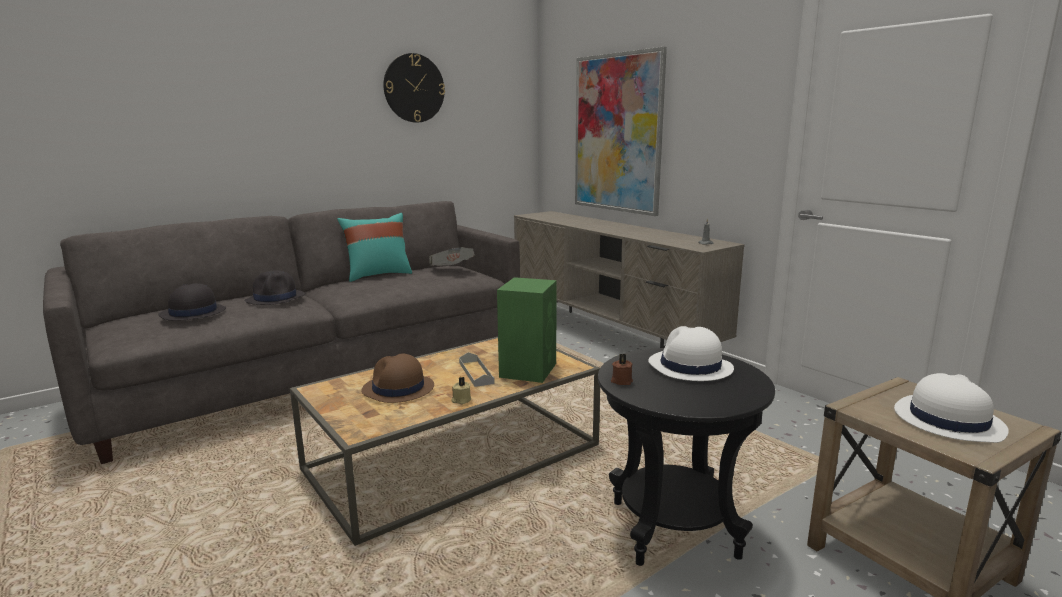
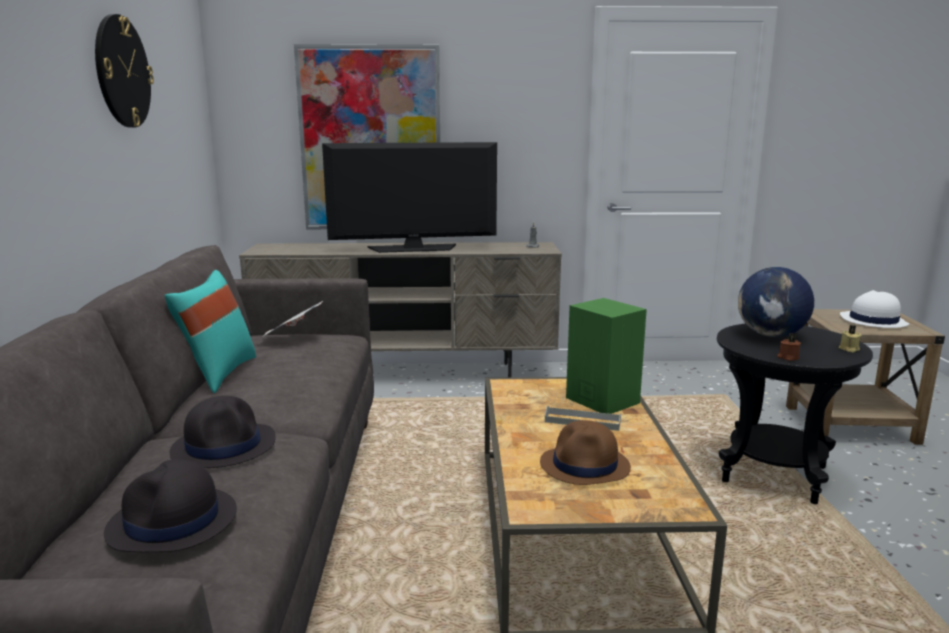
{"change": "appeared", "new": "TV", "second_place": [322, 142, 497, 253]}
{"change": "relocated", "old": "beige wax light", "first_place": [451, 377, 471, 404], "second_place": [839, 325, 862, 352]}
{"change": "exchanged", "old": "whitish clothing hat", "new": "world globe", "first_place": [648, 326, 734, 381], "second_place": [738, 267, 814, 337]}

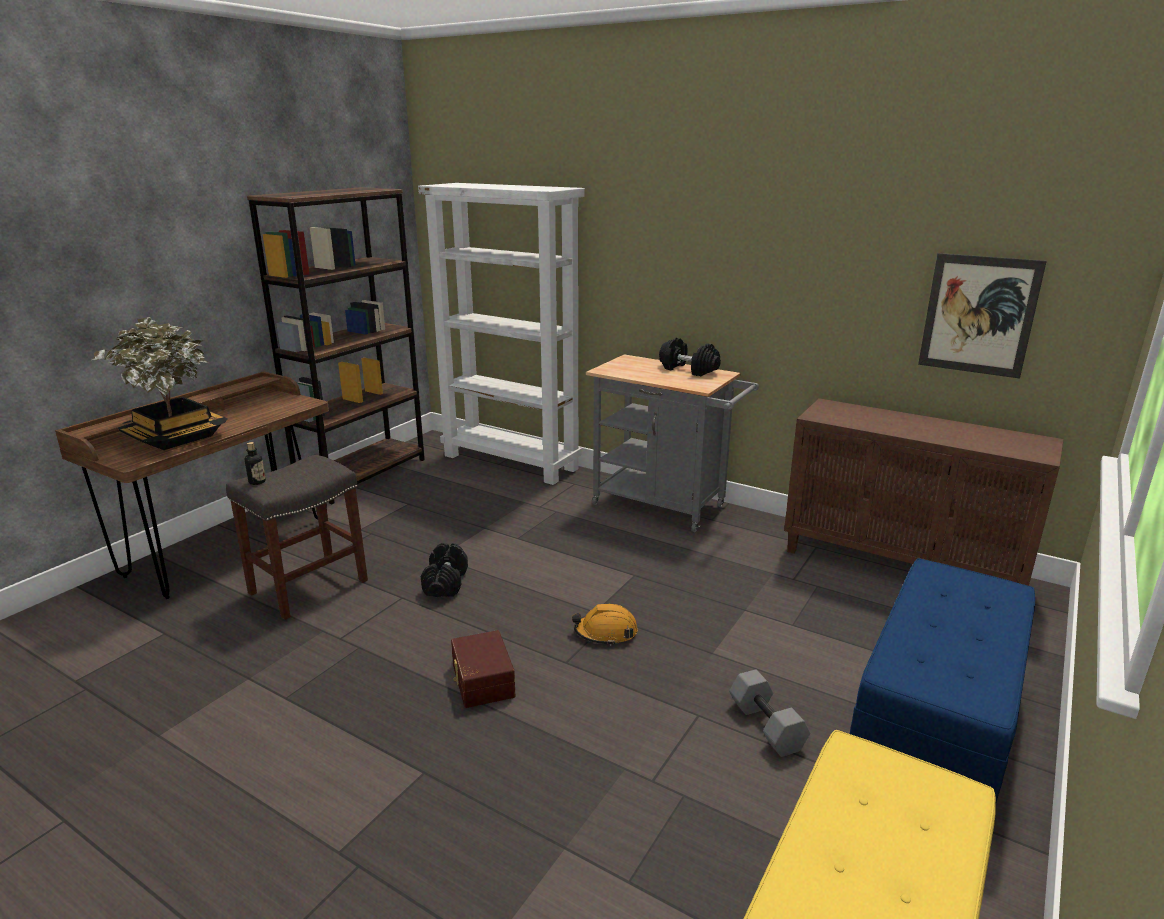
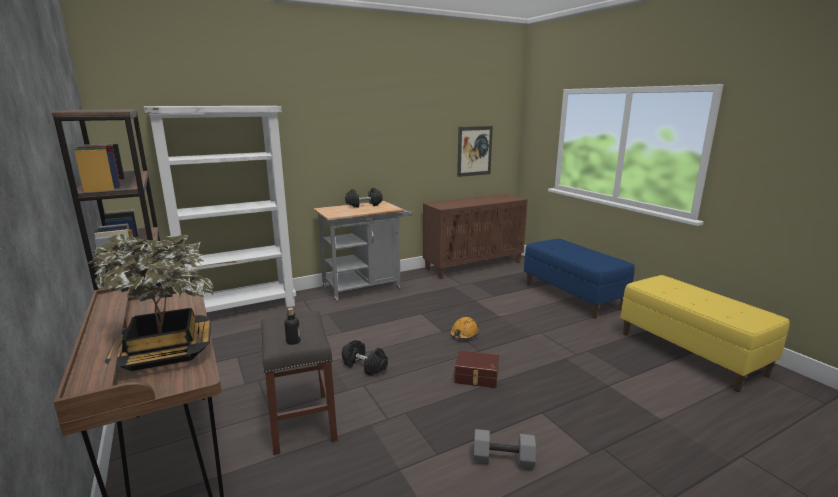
{"change": "relocated", "old": "grey free weight", "first_place": [729, 669, 810, 757], "second_place": [474, 429, 536, 468]}

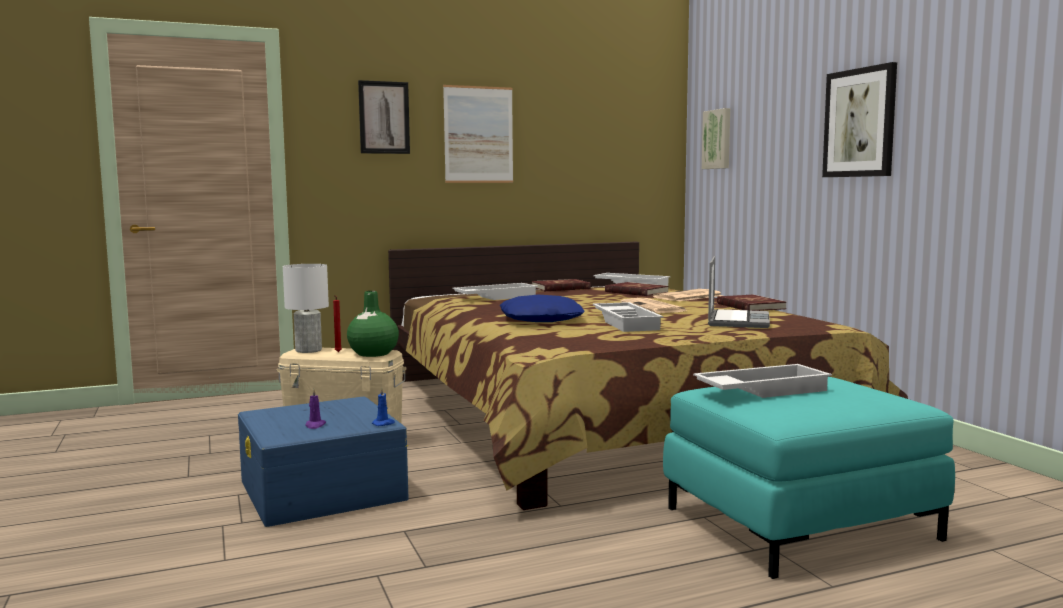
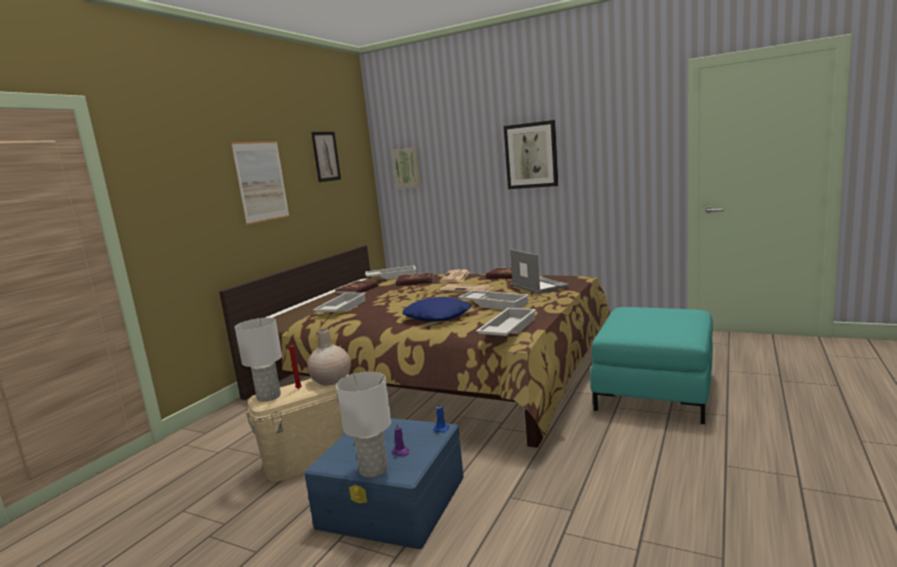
{"change": "appeared", "new": "whitish lamp for a table", "second_place": [336, 372, 391, 478]}
{"change": "relocated", "old": "wall picture", "first_place": [358, 80, 410, 154], "second_place": [311, 132, 341, 182]}
{"change": "relocated", "old": "whitish serving tray", "first_place": [693, 364, 832, 398], "second_place": [476, 308, 536, 336]}
{"change": "colour", "old": "green-coloured decorative vase", "new": "beige decorative vase", "first_place": [347, 291, 399, 357], "second_place": [307, 329, 351, 385]}

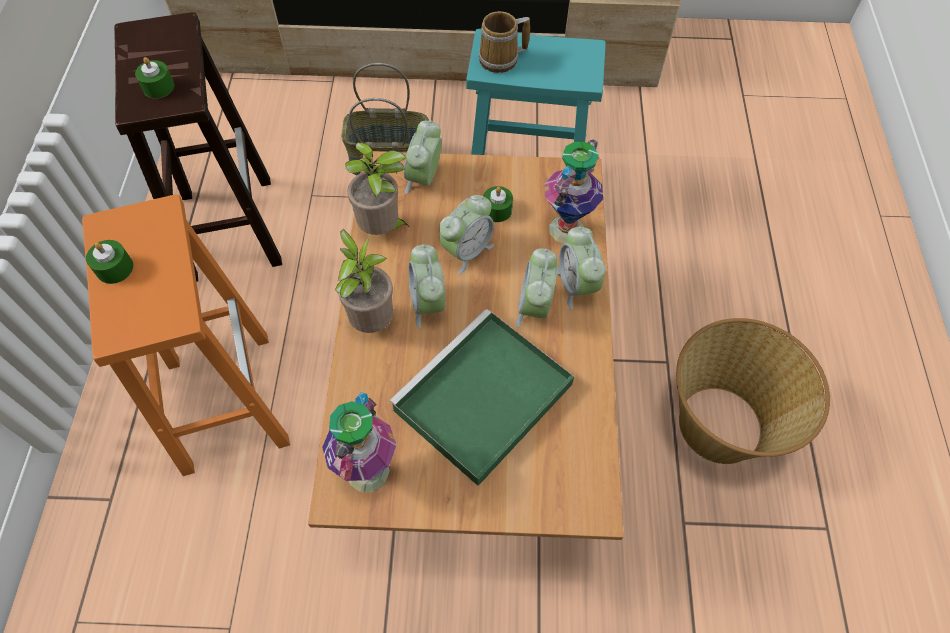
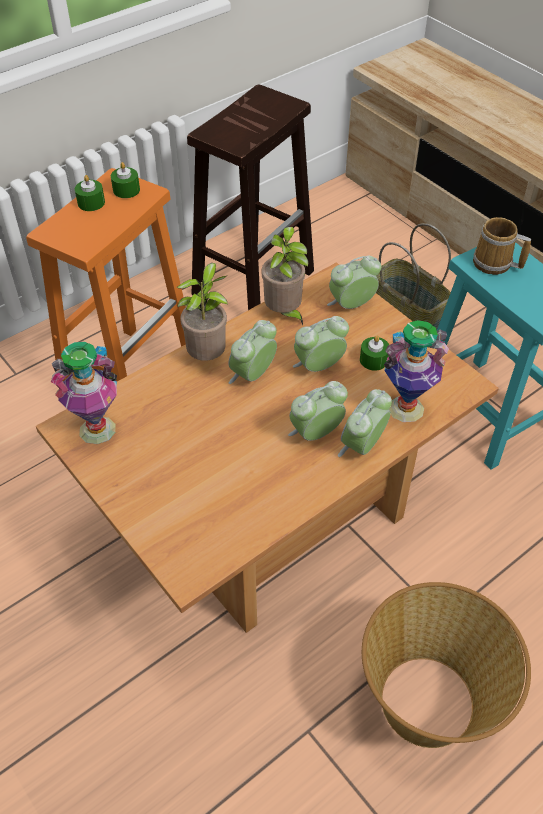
{"change": "missing", "old": "green-coloured serving tray", "first_place": [389, 309, 574, 486]}
{"change": "relocated", "old": "green-coloured wax light", "first_place": [135, 57, 174, 98], "second_place": [111, 162, 140, 198]}
{"change": "spun", "old": "table clock", "first_place": [439, 195, 494, 274], "second_place": [293, 316, 349, 372], "degrees": 150}

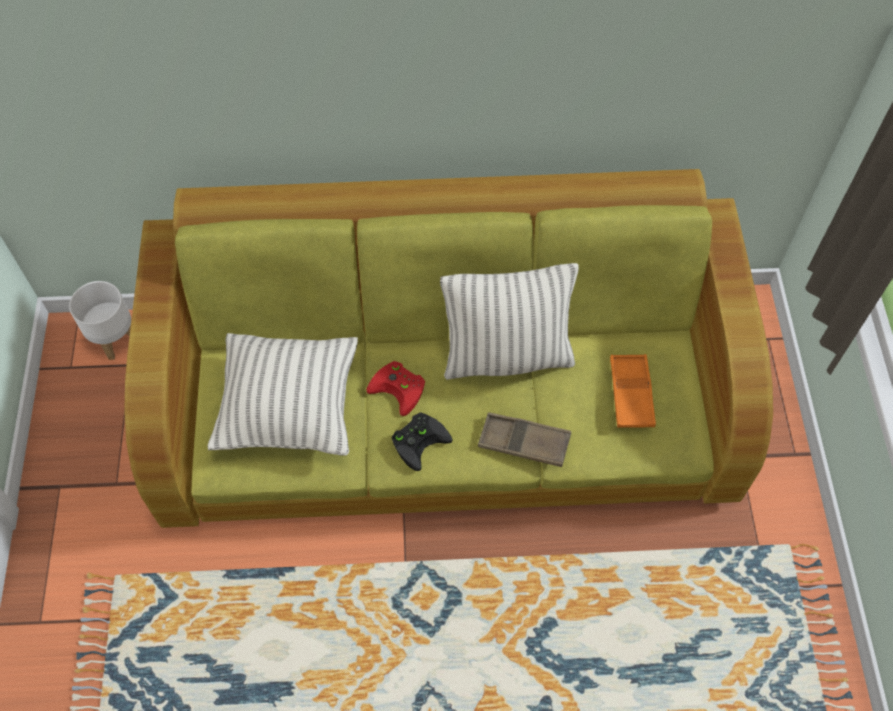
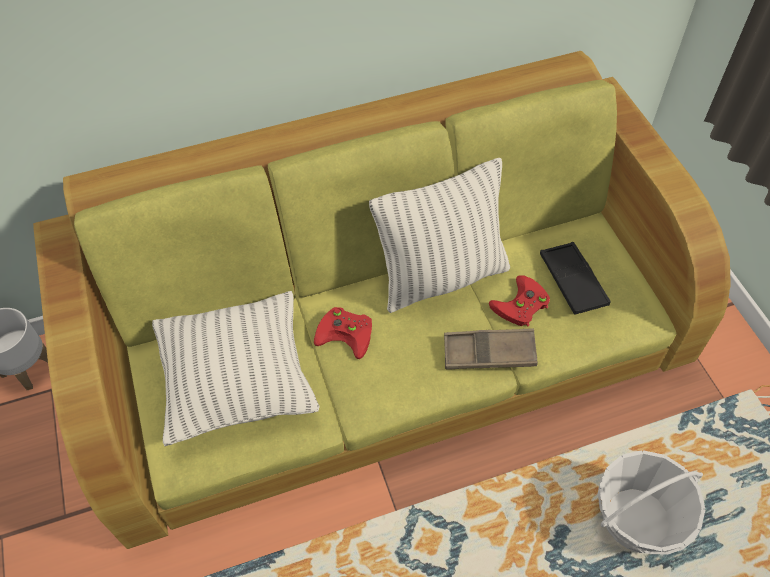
{"change": "missing", "old": "blackish joypad", "first_place": [392, 412, 452, 471]}
{"change": "appeared", "new": "red joypad", "second_place": [489, 275, 550, 327]}
{"change": "appeared", "new": "household basket", "second_place": [598, 450, 705, 555]}
{"change": "colour", "old": "orange serving tray", "new": "blackish serving tray", "first_place": [610, 354, 656, 428], "second_place": [540, 242, 611, 315]}

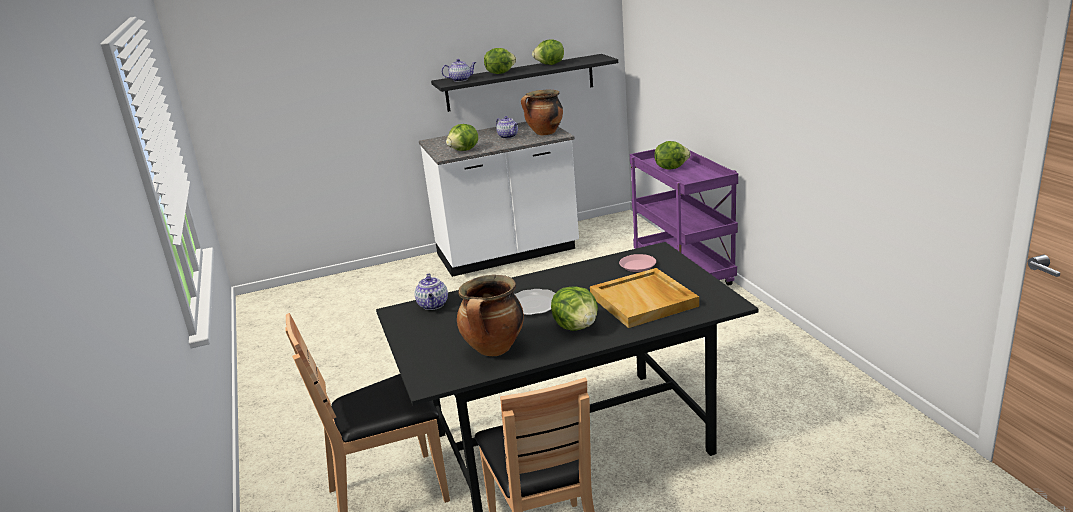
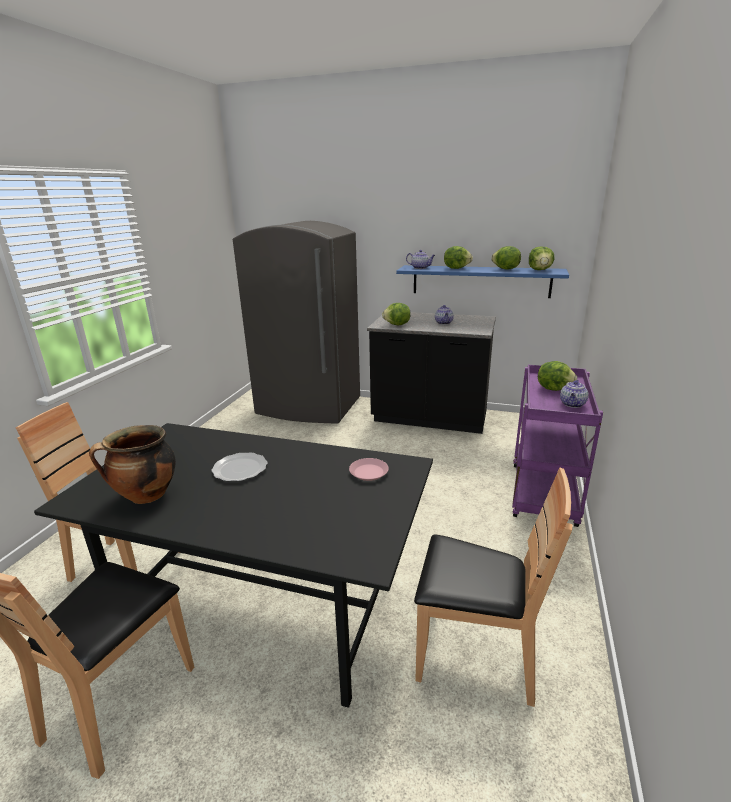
{"change": "missing", "old": "stockpot", "first_place": [521, 90, 563, 135]}
{"change": "missing", "old": "beige serving tray", "first_place": [590, 268, 699, 328]}
{"change": "appeared", "new": "grey fridge", "second_place": [233, 221, 360, 424]}
{"change": "appeared", "new": "brownish upright chair", "second_place": [414, 468, 572, 707]}
{"change": "relocated", "old": "teapot", "first_place": [414, 273, 448, 310], "second_place": [560, 380, 589, 408]}
{"change": "relocated", "old": "lettuce head", "first_place": [551, 286, 598, 331], "second_place": [529, 246, 554, 270]}
{"change": "colour", "old": "whitish counter", "new": "blackish counter", "first_place": [419, 122, 579, 277], "second_place": [367, 312, 496, 434]}
{"change": "colour", "old": "blackish wall shelf", "new": "blue wall shelf", "first_place": [431, 54, 618, 112], "second_place": [396, 265, 569, 298]}

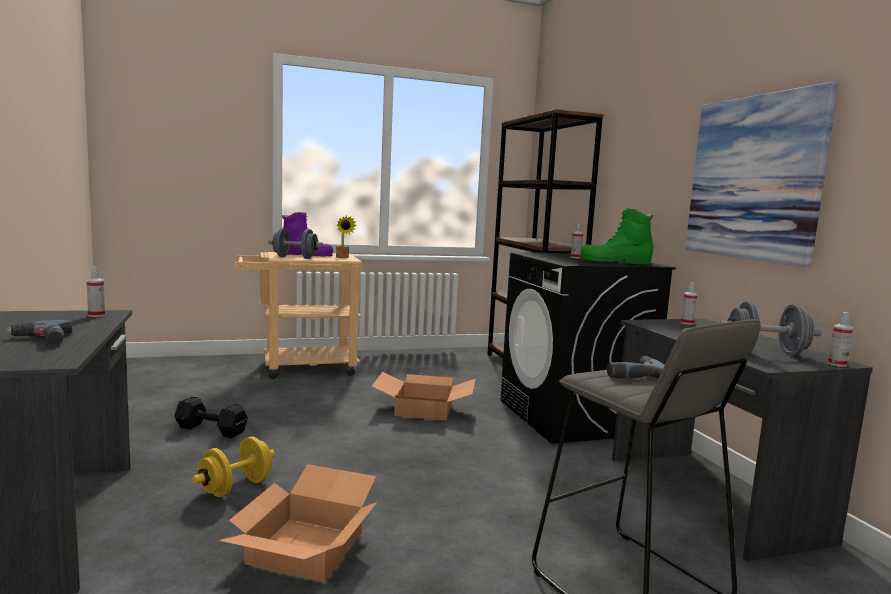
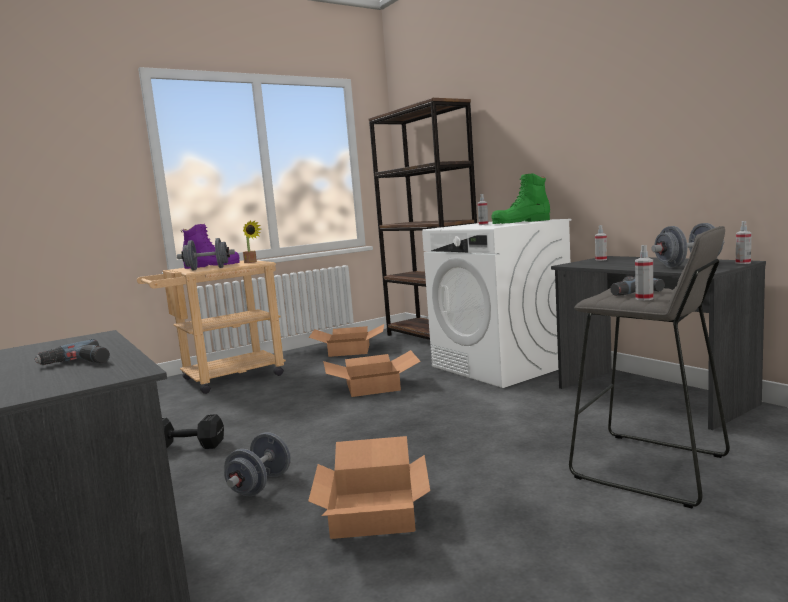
{"change": "missing", "old": "wall picture", "first_place": [685, 82, 839, 267]}
{"change": "appeared", "new": "cardboard box", "second_place": [309, 324, 384, 357]}
{"change": "relocated", "old": "hand sprayer", "first_place": [87, 267, 105, 317], "second_place": [635, 245, 653, 300]}
{"change": "colour", "old": "yellowish free weight", "new": "grey free weight", "first_place": [192, 436, 275, 497], "second_place": [224, 432, 291, 496]}
{"change": "colour", "old": "blackish washing machine", "new": "whitish washing machine", "first_place": [500, 252, 676, 444], "second_place": [422, 219, 572, 388]}

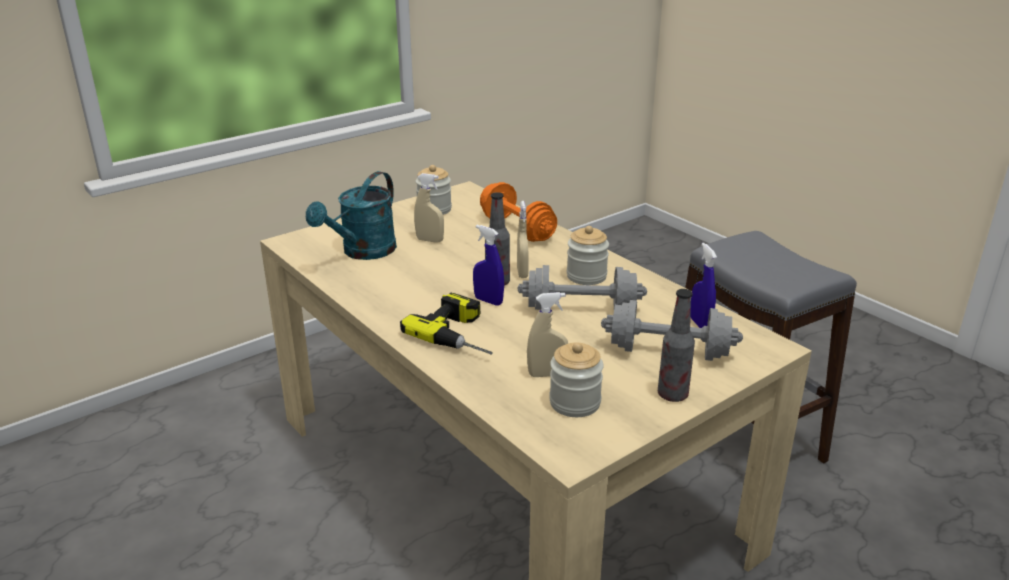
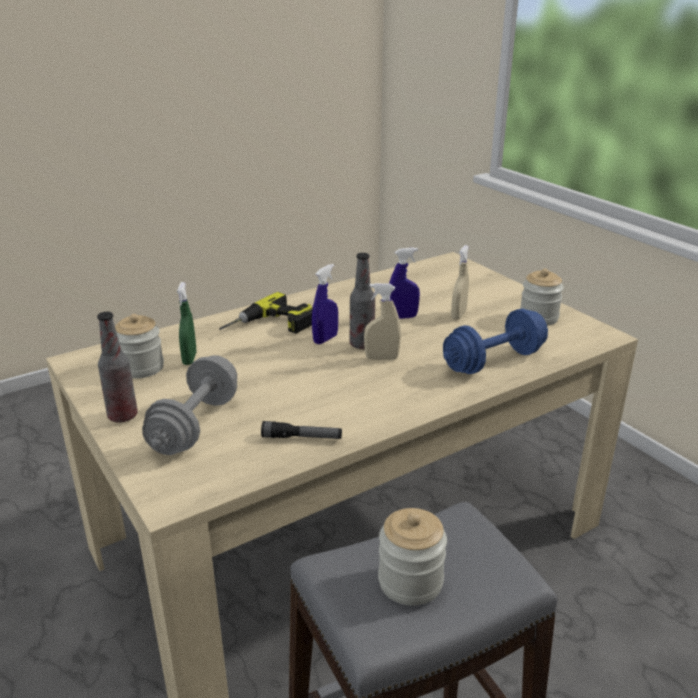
{"change": "missing", "old": "blue-green watering can", "first_place": [306, 171, 397, 260]}
{"change": "missing", "old": "grey free weight", "first_place": [517, 265, 647, 310]}
{"change": "appeared", "new": "torch", "second_place": [261, 421, 342, 439]}
{"change": "relocated", "old": "preserve jar", "first_place": [567, 226, 609, 285], "second_place": [378, 508, 447, 606]}
{"change": "relocated", "old": "blue hand sprayer", "first_place": [690, 243, 717, 328], "second_place": [389, 248, 420, 319]}
{"change": "colour", "old": "orange free weight", "new": "blue free weight", "first_place": [480, 182, 557, 242], "second_place": [443, 309, 548, 374]}
{"change": "colour", "old": "beige hand sprayer", "new": "green-coloured hand sprayer", "first_place": [527, 292, 568, 377], "second_place": [177, 282, 196, 365]}

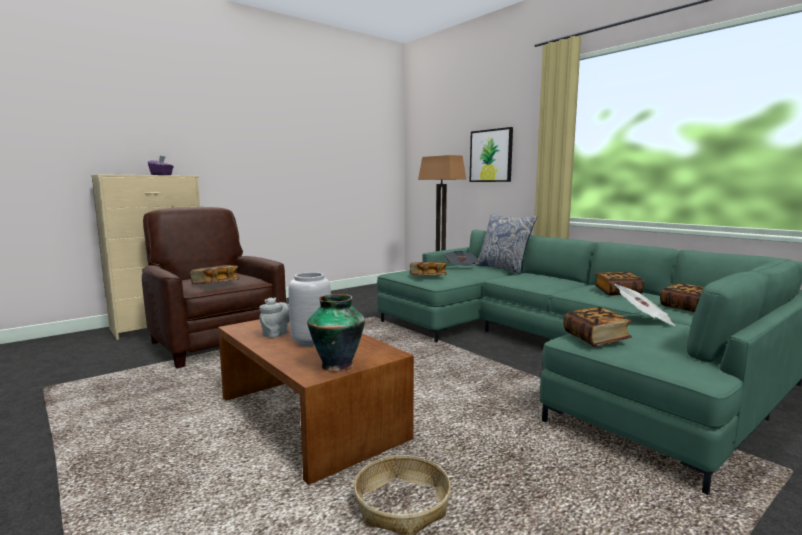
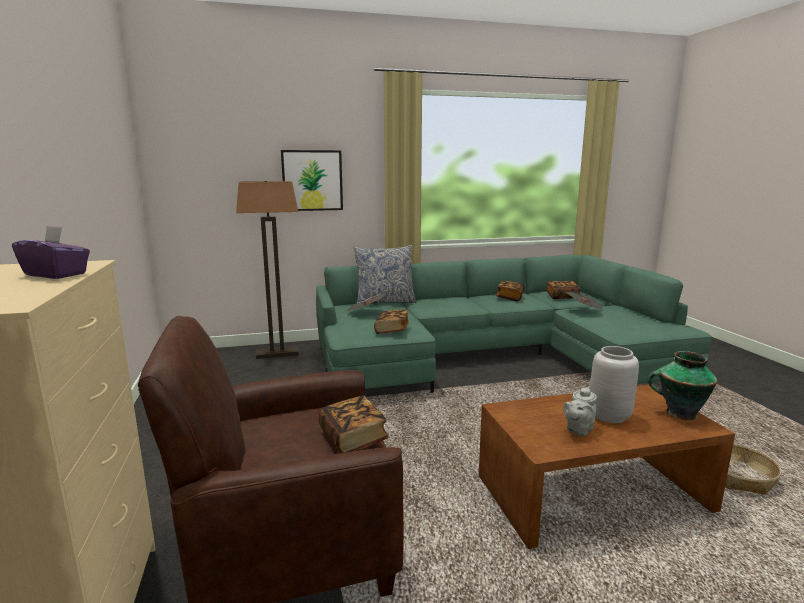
{"change": "missing", "old": "book", "first_place": [563, 307, 632, 346]}
{"change": "spun", "old": "grey teapot", "first_place": [259, 297, 290, 338], "second_place": [563, 386, 597, 436], "degrees": -105}

